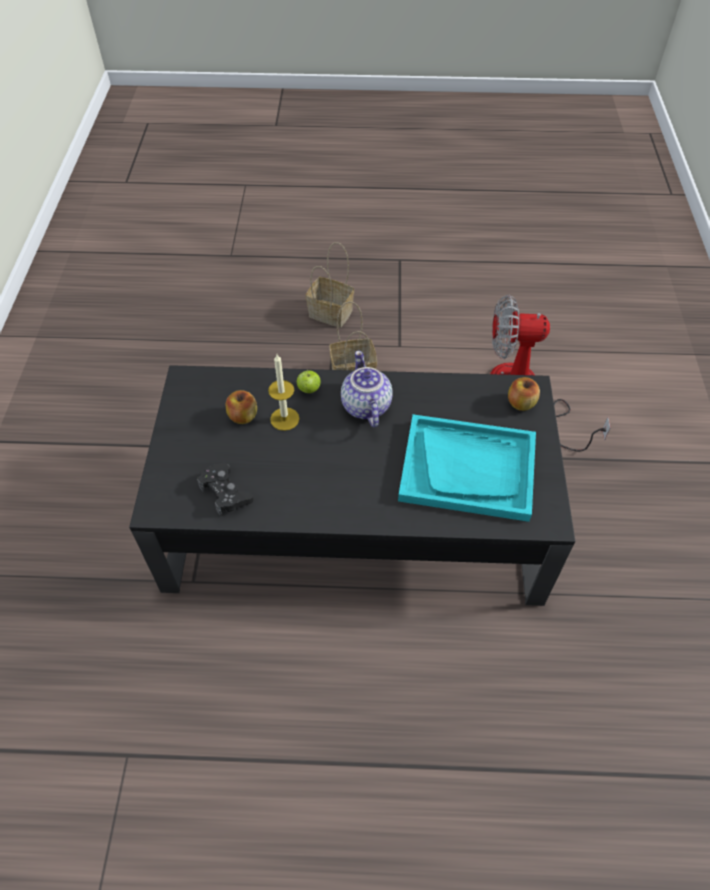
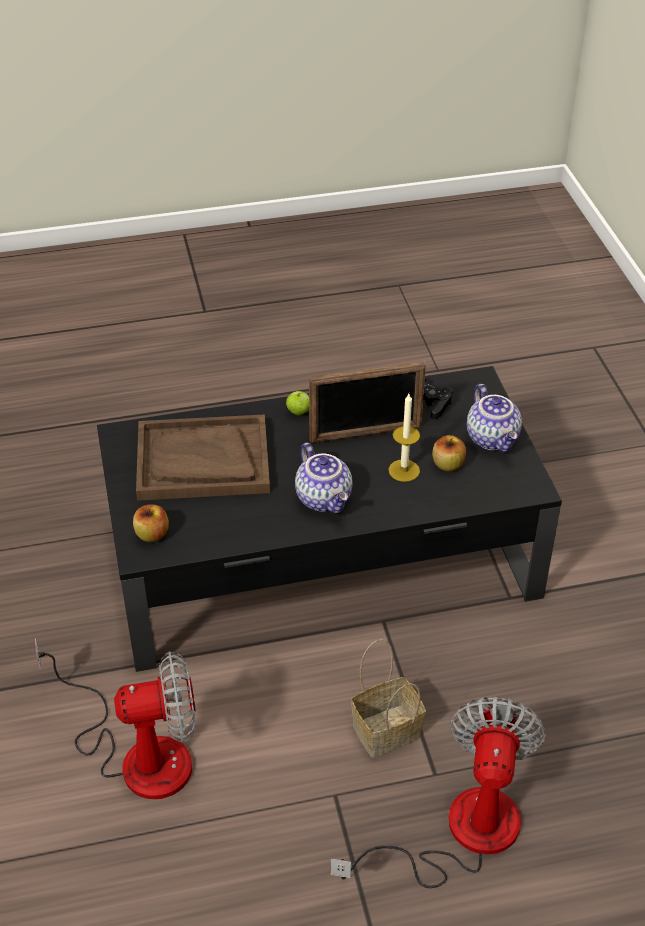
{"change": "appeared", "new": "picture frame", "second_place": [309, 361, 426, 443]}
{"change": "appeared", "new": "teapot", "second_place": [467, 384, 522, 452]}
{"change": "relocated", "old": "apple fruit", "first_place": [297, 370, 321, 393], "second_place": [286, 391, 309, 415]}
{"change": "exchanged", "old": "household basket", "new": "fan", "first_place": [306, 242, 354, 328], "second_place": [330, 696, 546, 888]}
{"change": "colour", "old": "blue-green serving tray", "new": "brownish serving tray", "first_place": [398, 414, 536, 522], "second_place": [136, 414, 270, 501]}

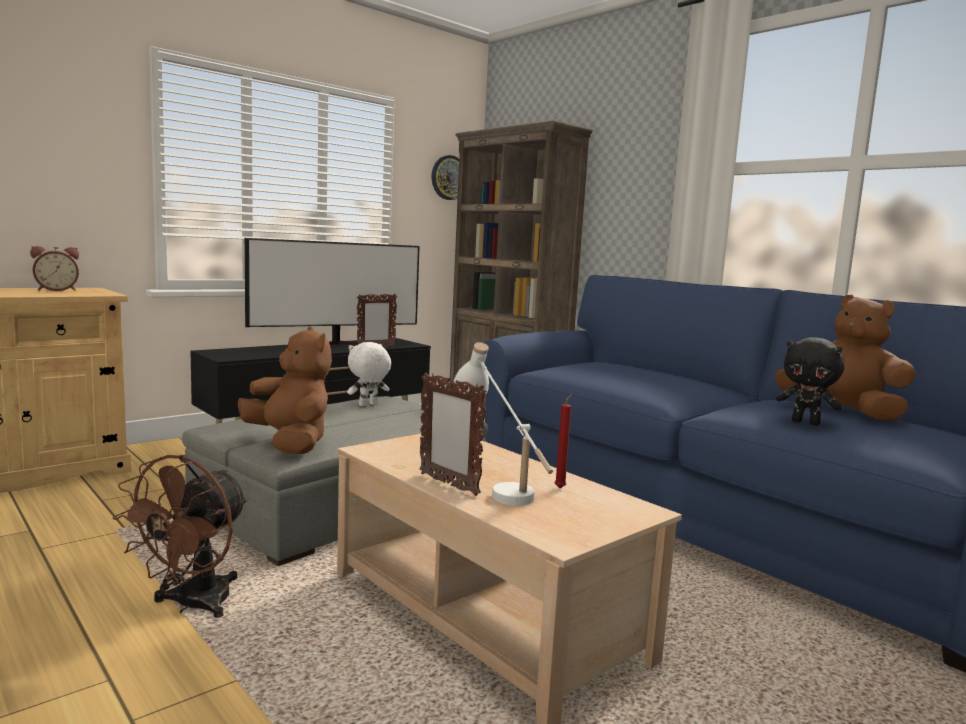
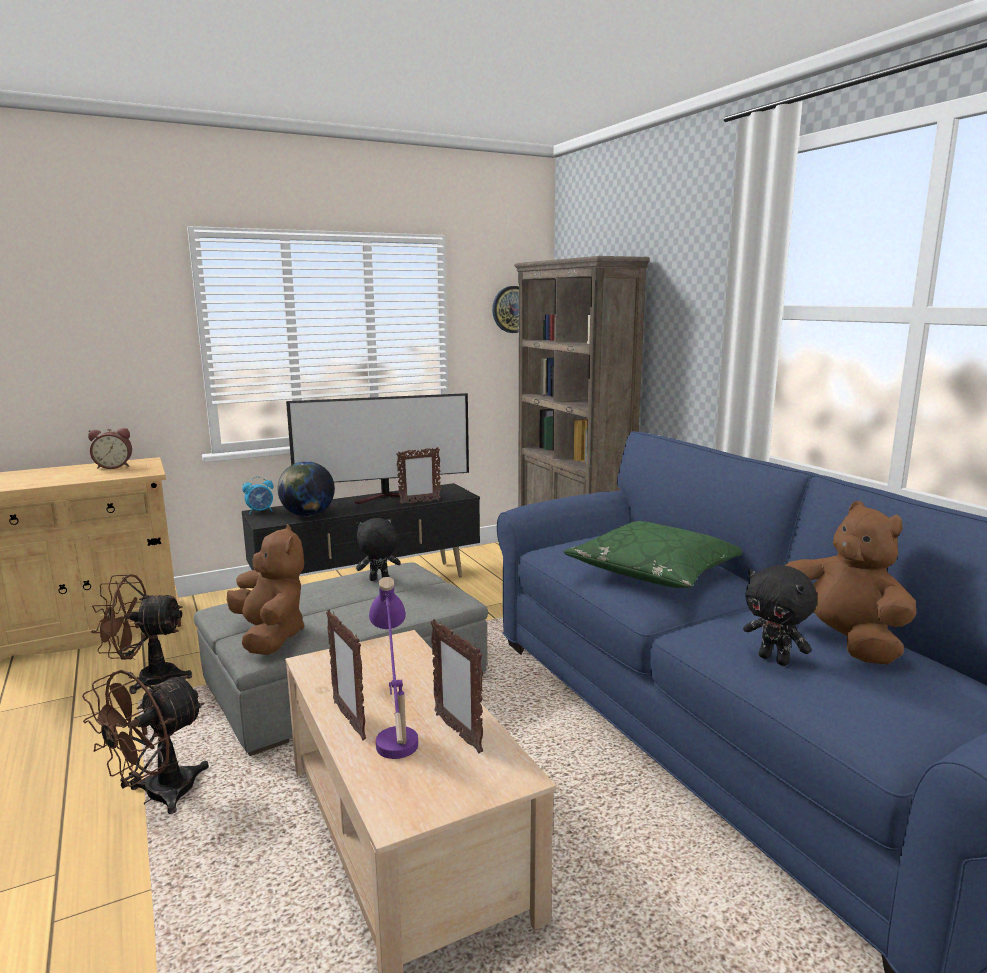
{"change": "appeared", "new": "brownish fan", "second_place": [91, 574, 192, 694]}
{"change": "appeared", "new": "table clock", "second_place": [242, 476, 274, 515]}
{"change": "appeared", "new": "world globe", "second_place": [277, 461, 335, 516]}
{"change": "appeared", "new": "green-coloured cushion", "second_place": [563, 521, 743, 588]}
{"change": "exchanged", "old": "red wax light", "new": "picture frame", "first_place": [555, 394, 572, 488], "second_place": [431, 619, 483, 753]}
{"change": "colour", "old": "whitish soft toy", "new": "blackish soft toy", "first_place": [347, 342, 391, 406], "second_place": [356, 518, 401, 581]}
{"change": "colour", "old": "whitish lamp for a table", "new": "purple-coloured lamp for a table", "first_place": [454, 342, 553, 506], "second_place": [369, 577, 418, 759]}

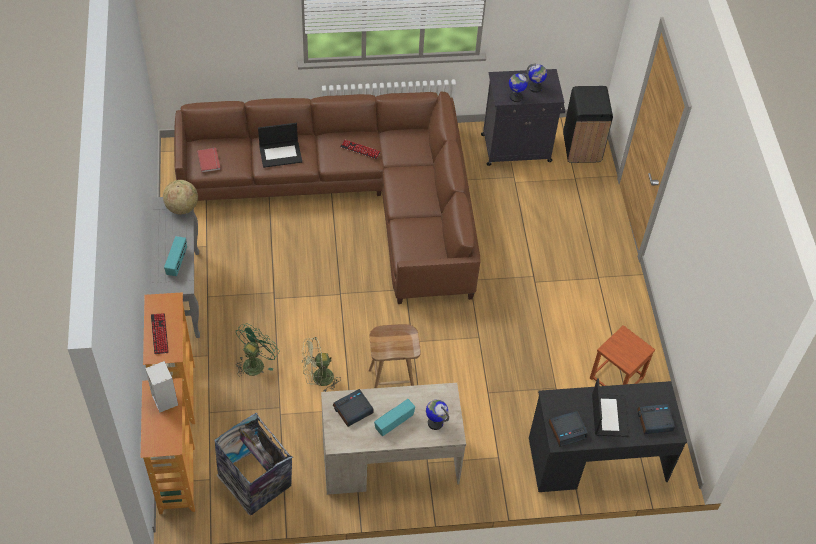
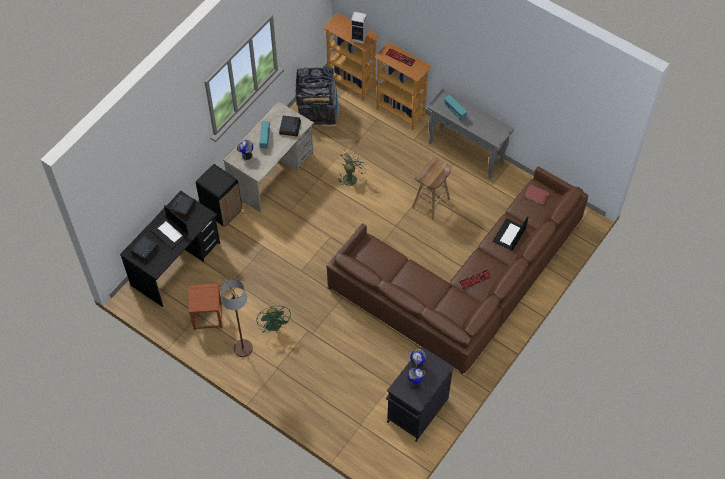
{"change": "missing", "old": "world globe", "first_place": [163, 180, 198, 215]}
{"change": "appeared", "new": "brownish floor lamp", "second_place": [221, 279, 253, 357]}
{"change": "relocated", "old": "green-coloured fan", "first_place": [236, 324, 278, 377], "second_place": [257, 306, 291, 333]}
{"change": "relocated", "old": "brownish sitting stool", "first_place": [369, 324, 421, 388], "second_place": [412, 156, 451, 220]}
{"change": "relocated", "old": "blackish waste bin", "first_place": [563, 86, 613, 163], "second_place": [196, 164, 242, 227]}

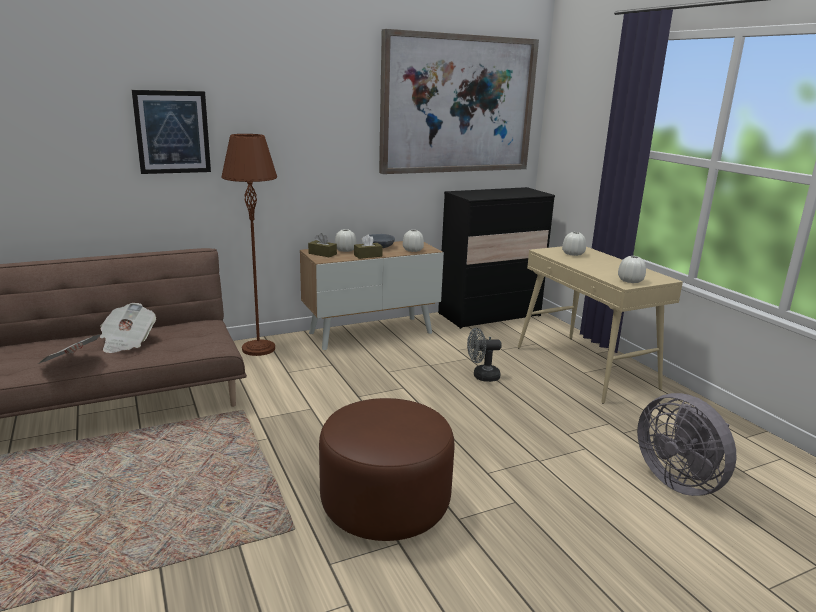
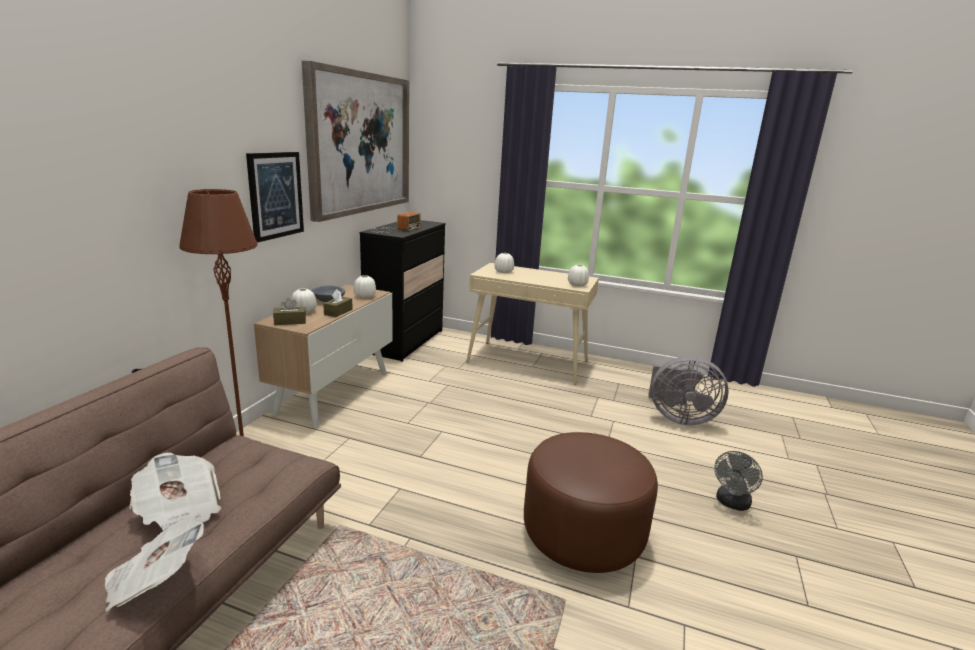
{"change": "appeared", "new": "radio receiver", "second_place": [371, 212, 421, 233]}
{"change": "relocated", "old": "wall picture", "first_place": [132, 90, 211, 174], "second_place": [246, 152, 304, 243]}
{"change": "relocated", "old": "grey fan", "first_place": [467, 328, 502, 382], "second_place": [714, 451, 763, 511]}

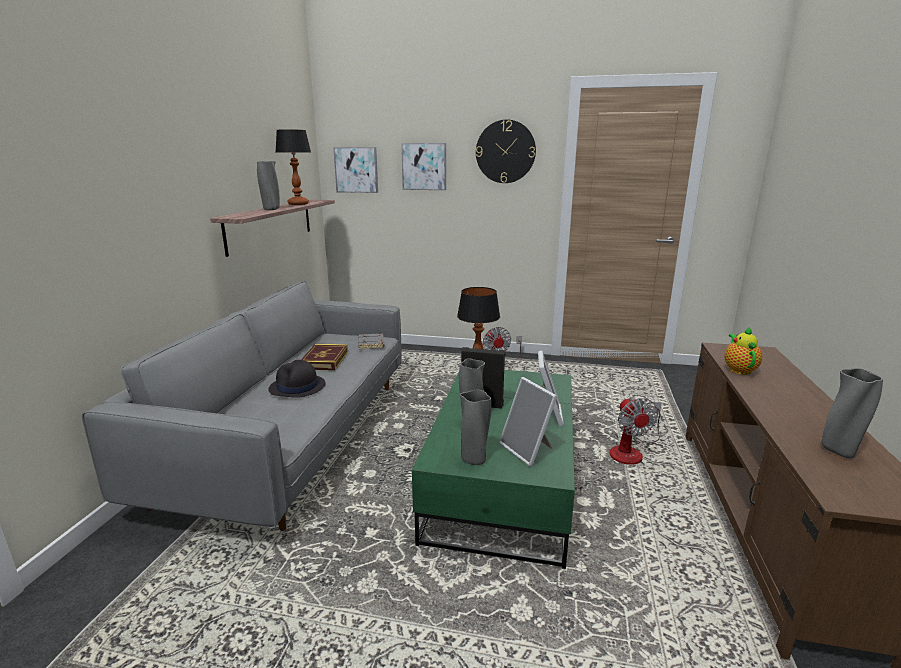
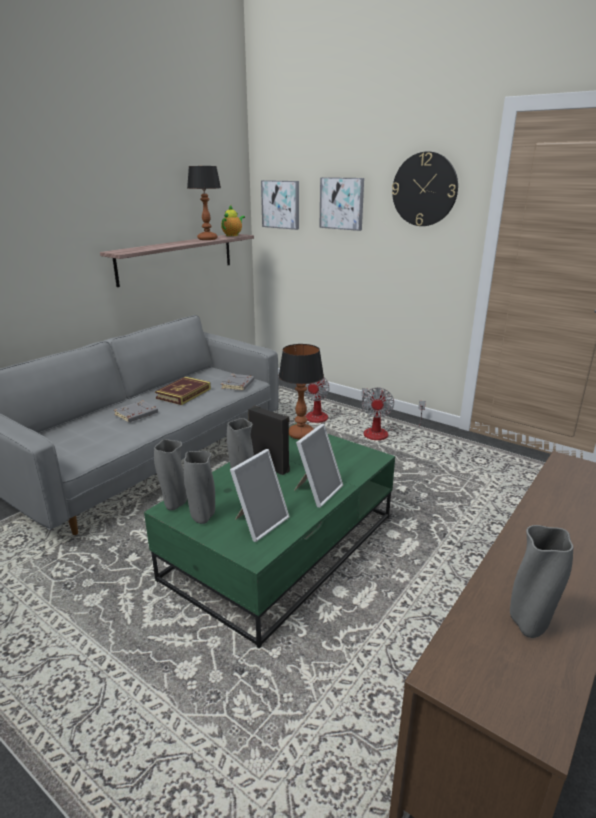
{"change": "relocated", "old": "grey decorative vase", "first_place": [257, 161, 280, 210], "second_place": [154, 439, 187, 510]}
{"change": "relocated", "old": "fan", "first_place": [610, 397, 662, 465], "second_place": [304, 377, 368, 423]}
{"change": "relocated", "old": "teapot", "first_place": [724, 327, 762, 375], "second_place": [221, 205, 245, 236]}
{"change": "exchanged", "old": "blackish clothing hat", "new": "grey book", "first_place": [268, 360, 326, 398], "second_place": [114, 400, 158, 423]}
{"change": "spun", "old": "picture frame", "first_place": [499, 377, 557, 467], "second_place": [230, 449, 290, 542], "degrees": -135}

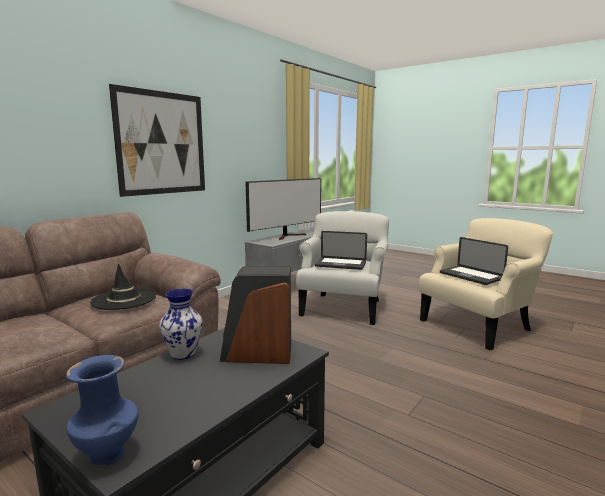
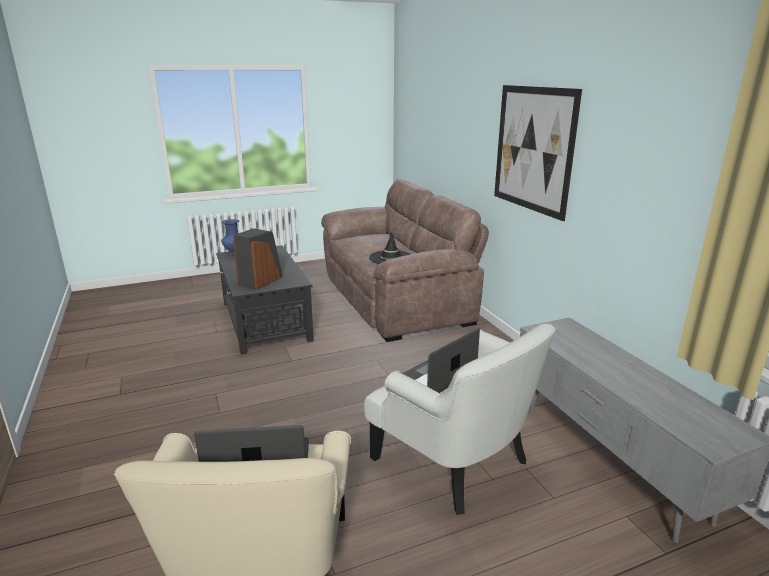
{"change": "missing", "old": "decorative vase", "first_place": [159, 289, 203, 360]}
{"change": "missing", "old": "TV", "first_place": [245, 178, 321, 240]}

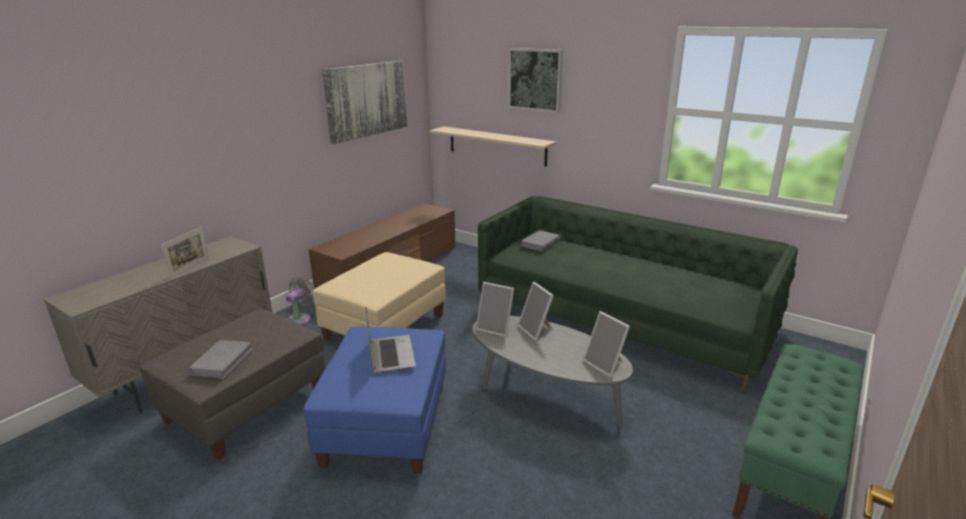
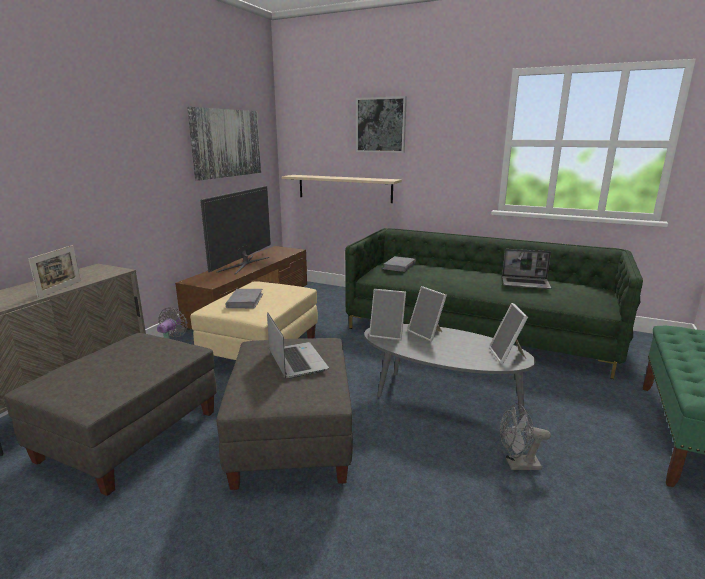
{"change": "appeared", "new": "TV", "second_place": [200, 186, 271, 274]}
{"change": "appeared", "new": "grey fan", "second_place": [500, 403, 551, 470]}
{"change": "appeared", "new": "portable computer", "second_place": [502, 249, 551, 289]}
{"change": "relocated", "old": "grey book", "first_place": [188, 340, 254, 379], "second_place": [226, 289, 263, 308]}
{"change": "colour", "old": "blue pouffe", "new": "grey pouffe", "first_place": [304, 327, 446, 474], "second_place": [216, 338, 353, 490]}
{"change": "spun", "old": "picture frame", "first_place": [583, 311, 630, 377], "second_place": [489, 303, 528, 364], "degrees": 45}

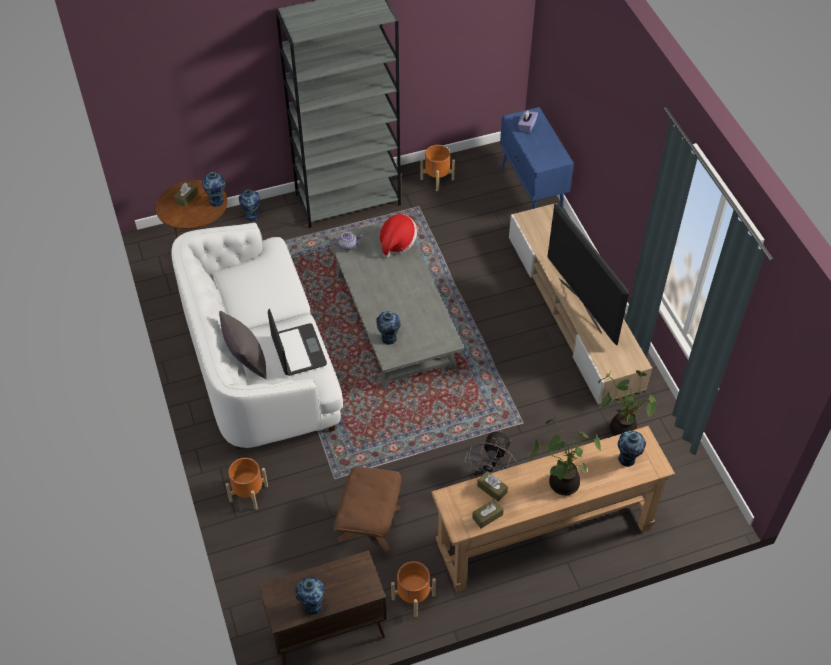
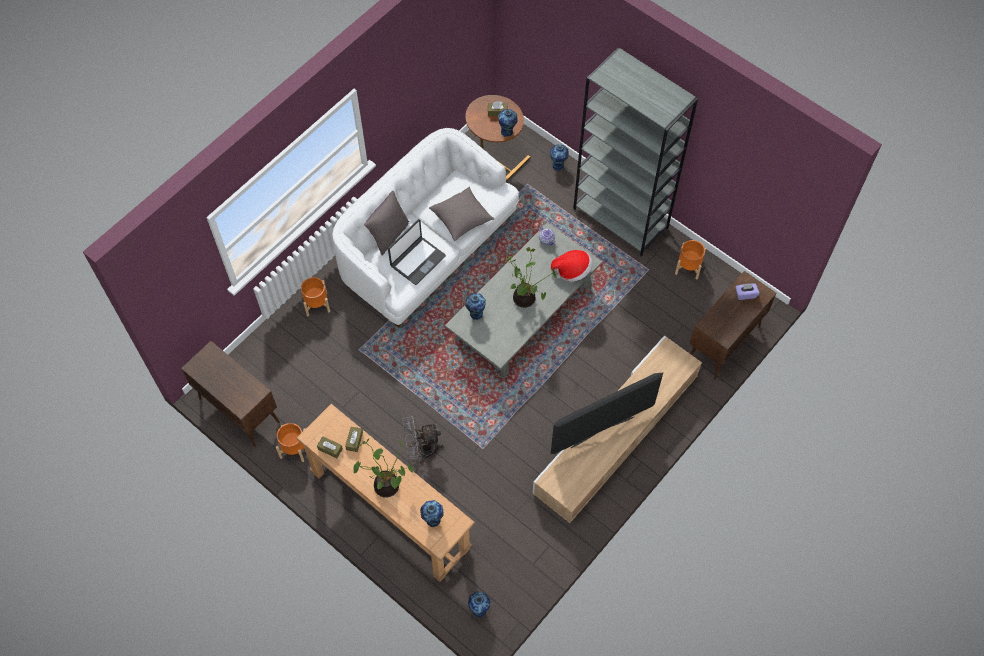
{"change": "missing", "old": "brownish pouffe", "first_place": [333, 467, 401, 552]}
{"change": "appeared", "new": "grey cushion", "second_place": [429, 187, 494, 241]}
{"change": "relocated", "old": "decorative vase", "first_place": [296, 577, 324, 615], "second_place": [468, 591, 490, 617]}
{"change": "relocated", "old": "houseplant", "first_place": [598, 370, 656, 436], "second_place": [505, 247, 557, 308]}
{"change": "colour", "old": "blue storage cabinet", "new": "brownish storage cabinet", "first_place": [500, 107, 574, 210], "second_place": [690, 271, 776, 379]}
{"change": "spun", "old": "TV", "first_place": [548, 203, 629, 346], "second_place": [551, 372, 664, 454], "degrees": -150}

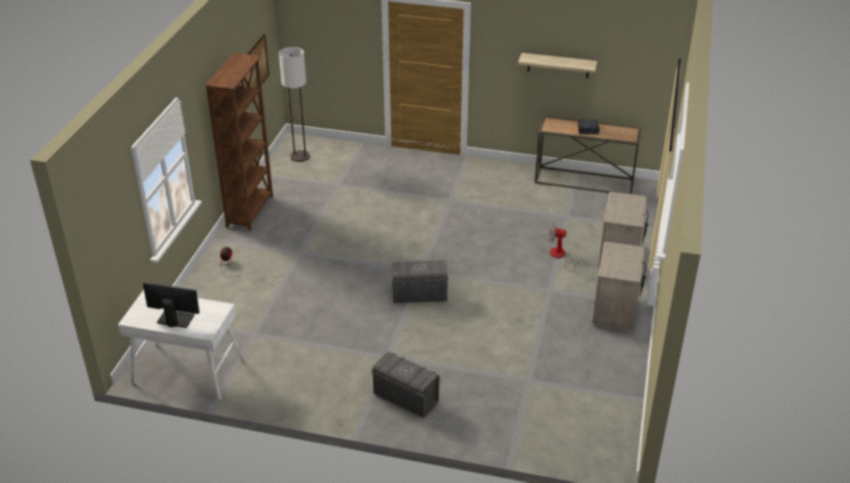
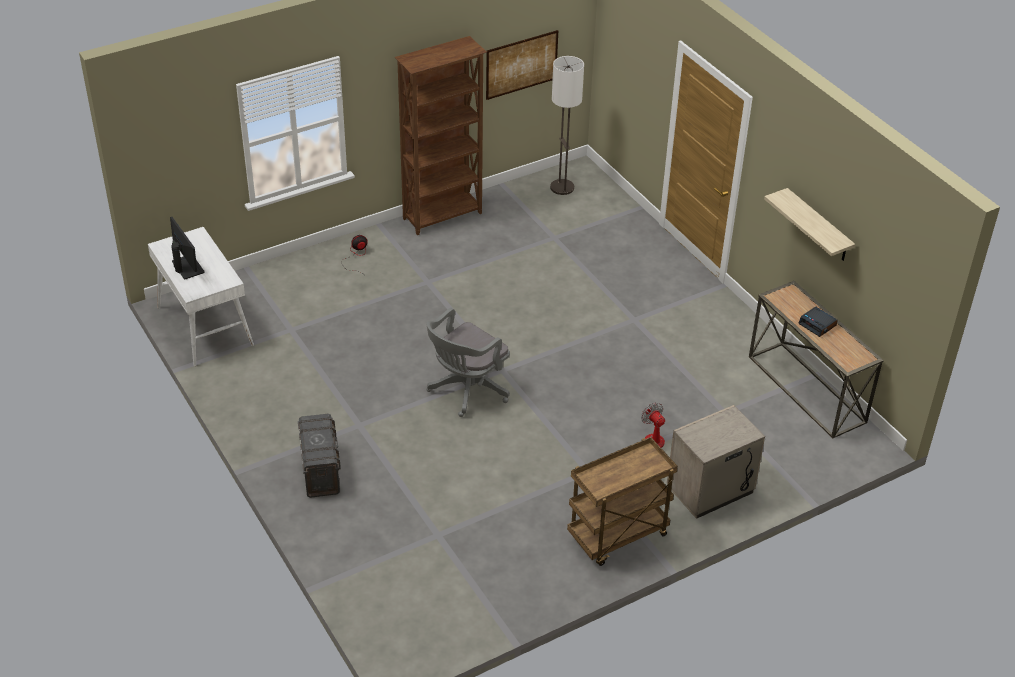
{"change": "exchanged", "old": "grey storage box", "new": "grey office chair", "first_place": [391, 260, 449, 303], "second_place": [426, 308, 510, 417]}
{"change": "exchanged", "old": "beige night table", "new": "brownish cart", "first_place": [592, 241, 646, 332], "second_place": [567, 437, 678, 566]}

